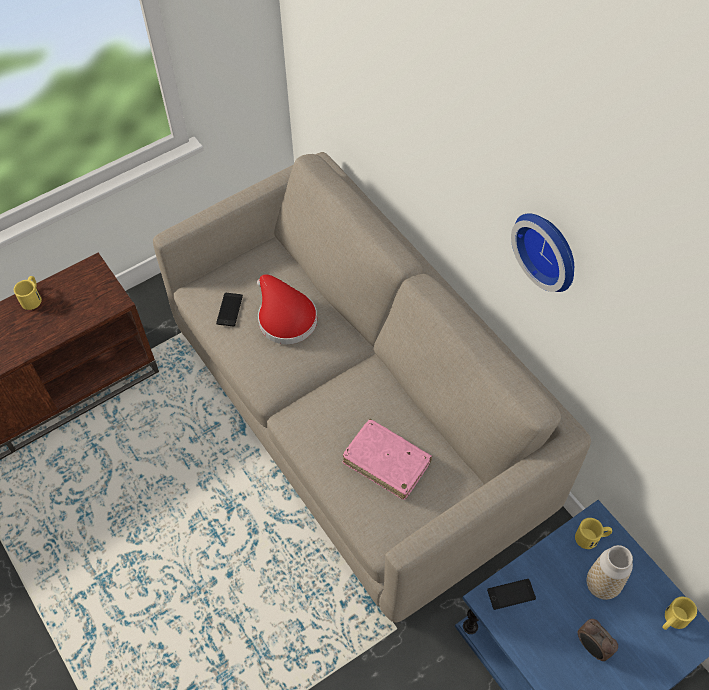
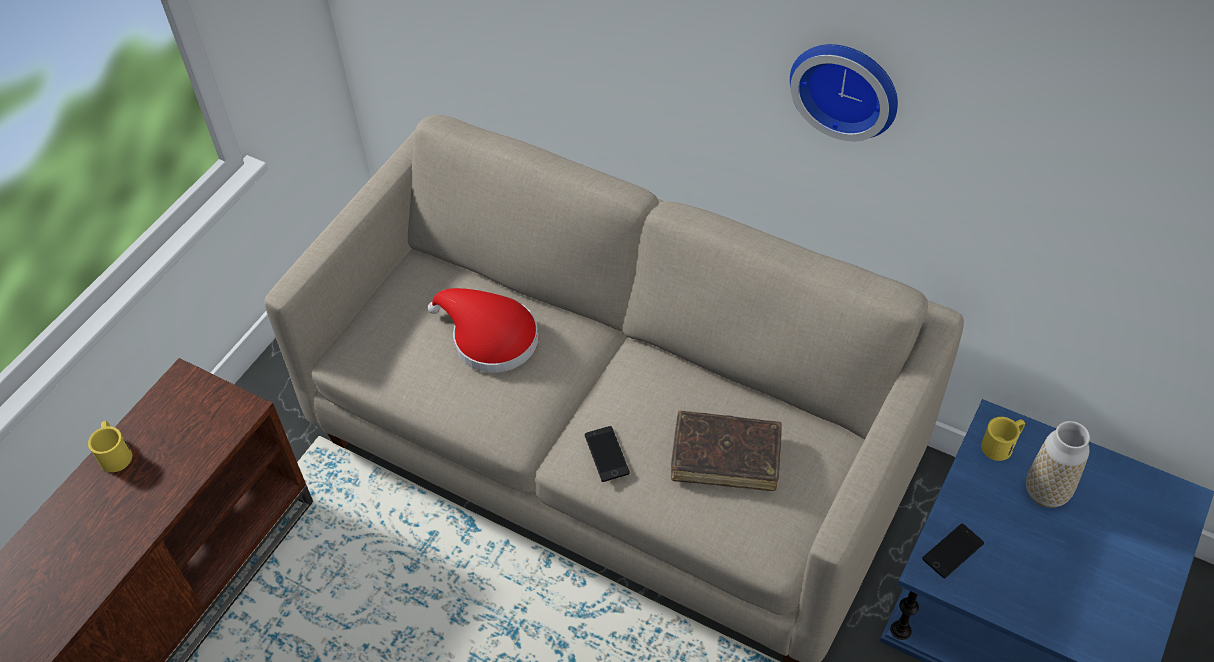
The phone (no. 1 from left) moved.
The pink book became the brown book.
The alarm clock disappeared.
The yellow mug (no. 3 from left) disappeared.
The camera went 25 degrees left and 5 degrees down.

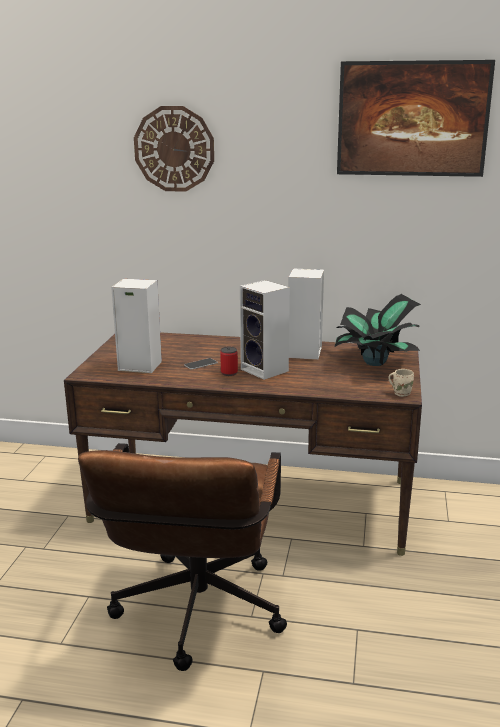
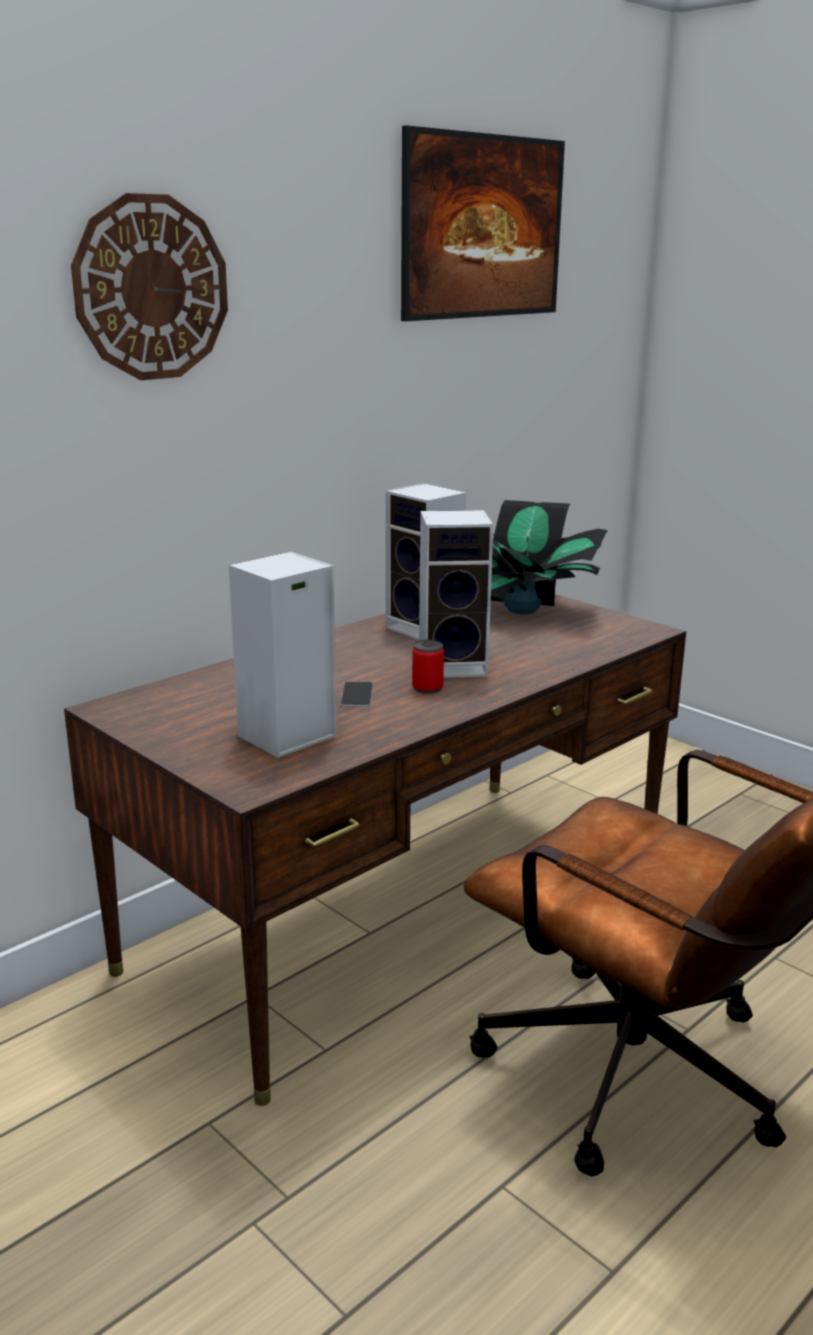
The beige mug disappeared.
The camera went 55 degrees left and 0 degrees up.

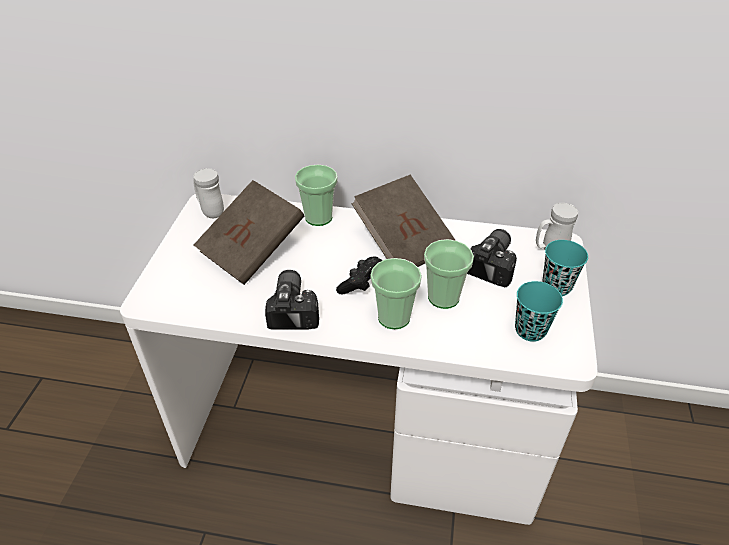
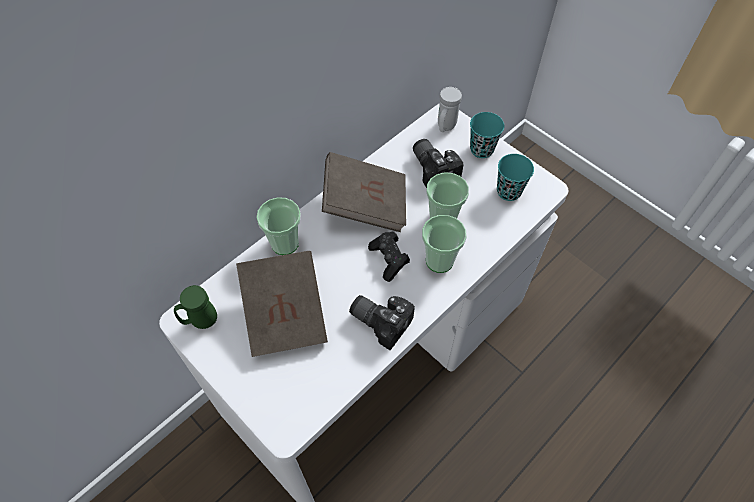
The white mug (no. 1 from left) became the green mug.
The camera went 55 degrees left and 15 degrees up.

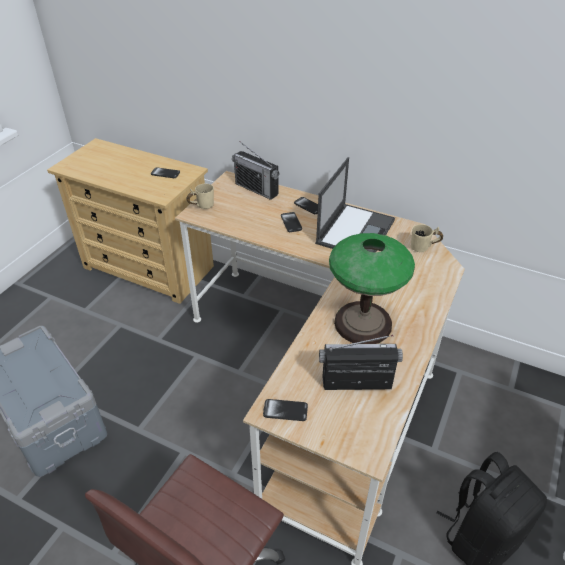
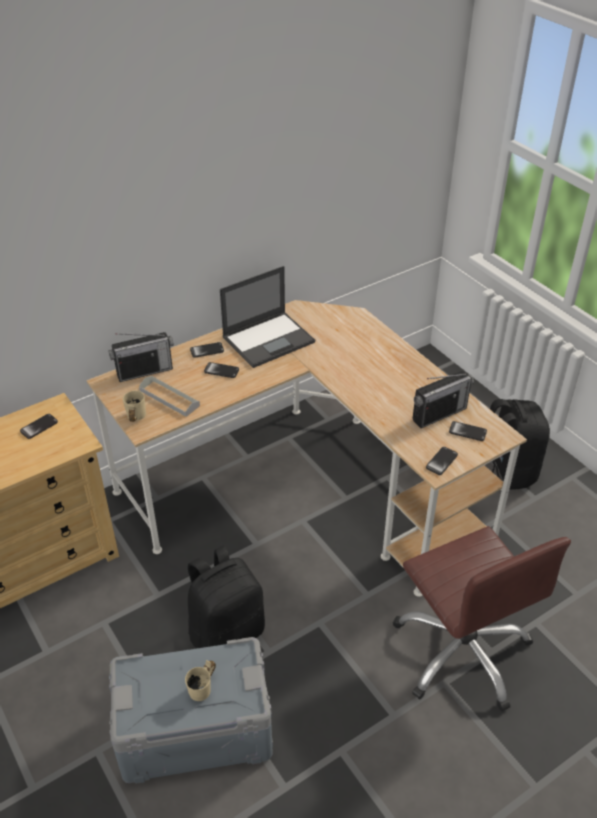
The grey tray appeared.
The beige mug (no. 2 from left) moved.
The black backpack (no. 1 from left) appeared.
The laptop turned 90 degrees clockwise.
The radio (no. 2 from left) turned 150 degrees counterclockwise.
The phone (no. 5 from left) appeared.
The table lamp disappeared.
The camera went 60 degrees left and 0 degrees up.

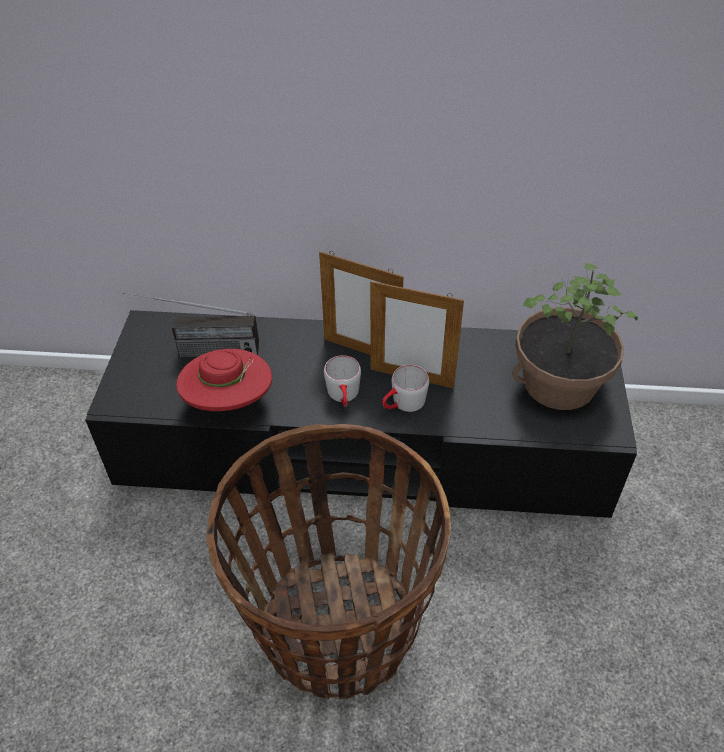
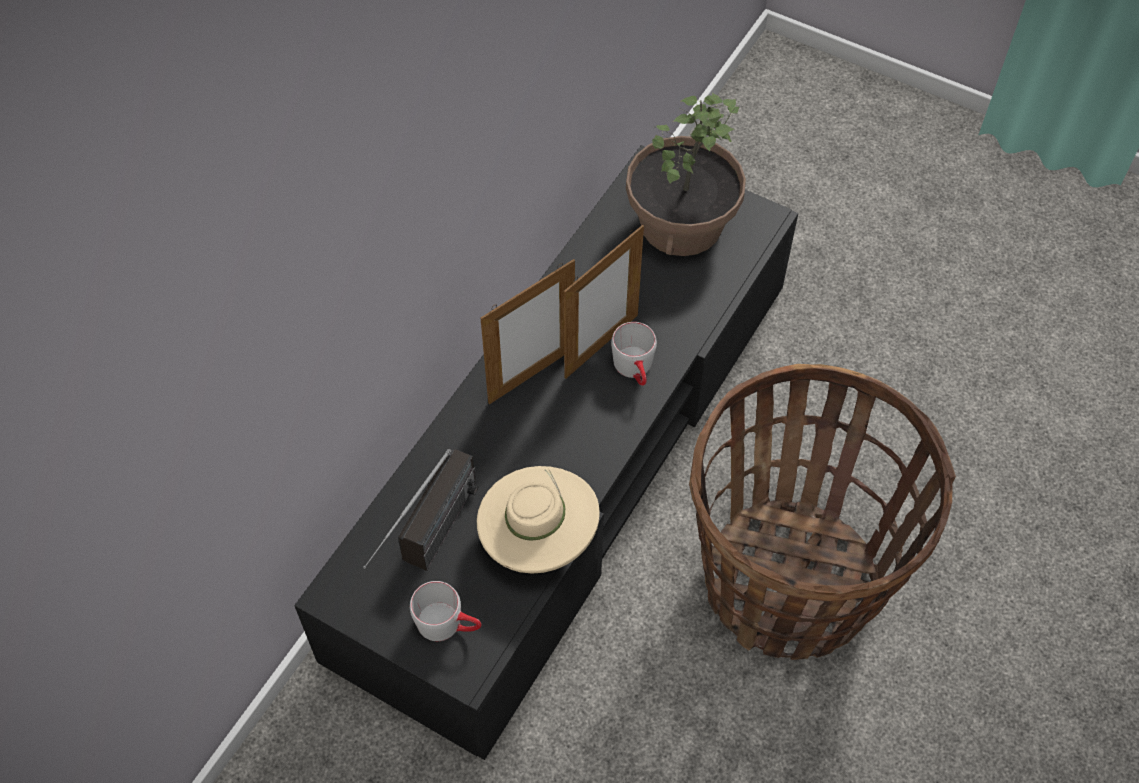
The grey mug (no. 1 from left) moved.
The red hat became the beige hat.
The camera went 65 degrees left and 10 degrees up.

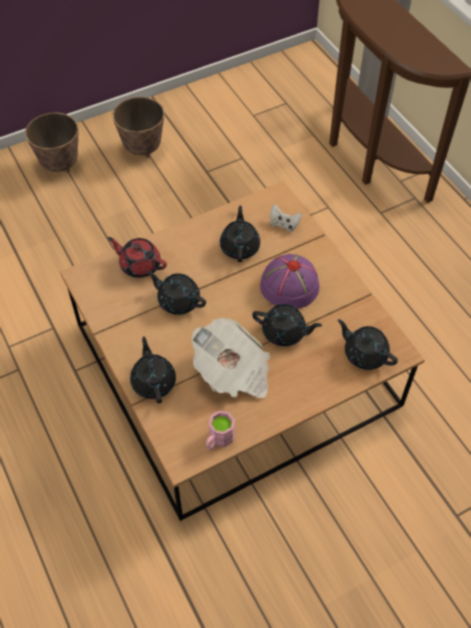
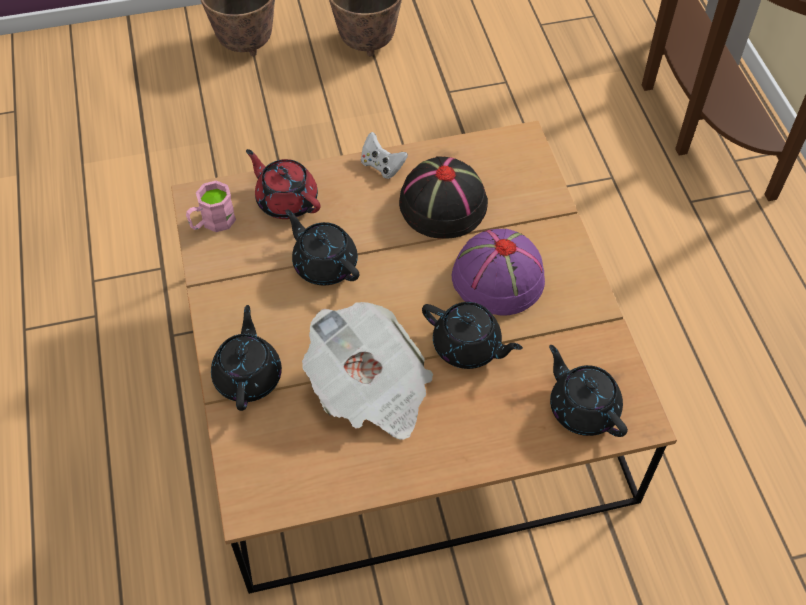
The pink mug moved.
The white game controller moved.
The black teapot (no. 3 from left) was replaced by the black hat.
The camera went 15 degrees right and 0 degrees up.

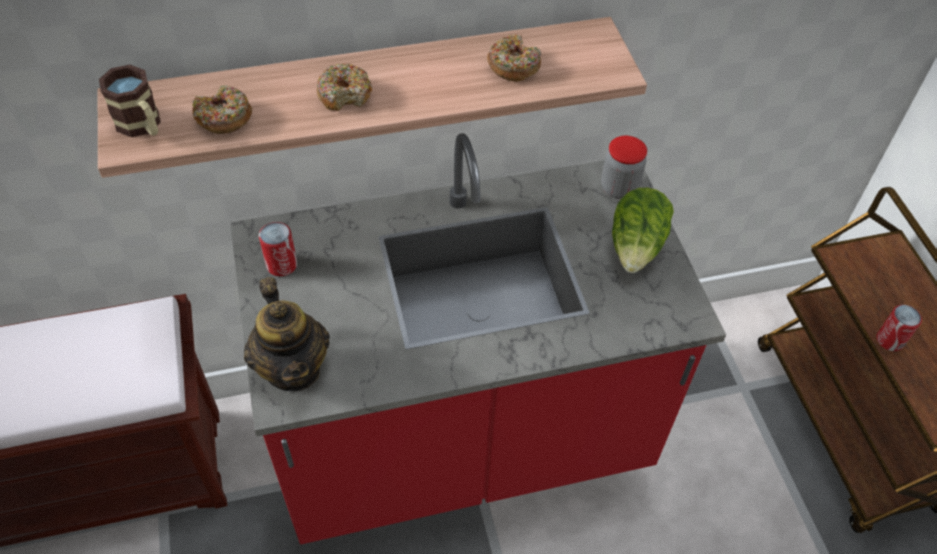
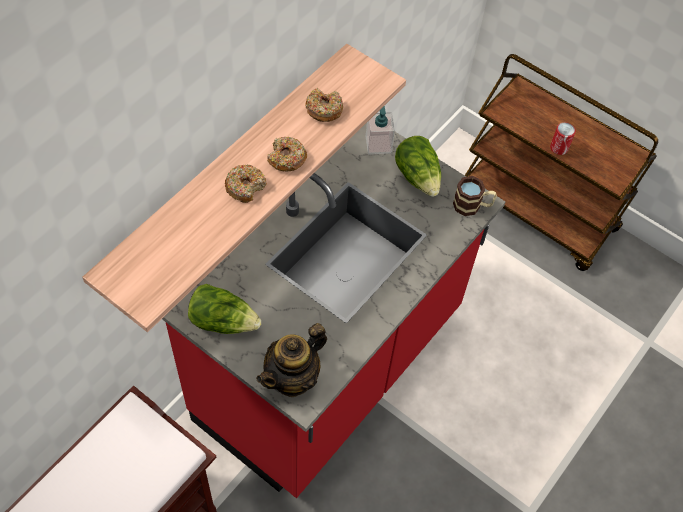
The can (no. 1 from left) was replaced by the lettuce (no. 1 from left).
The teapot turned 105 degrees clockwise.
The donut (no. 1 from left in the first image) moved.
The jar was replaced by the soap dispenser.
The mug moved.
The camera went 40 degrees left and 5 degrees up.

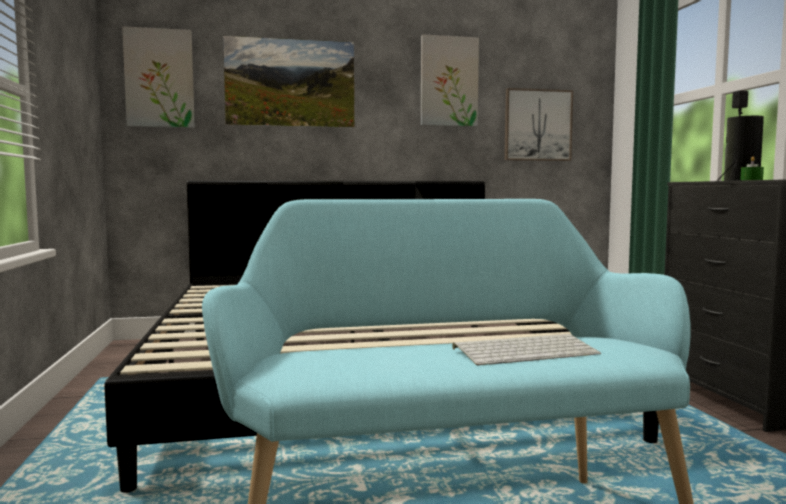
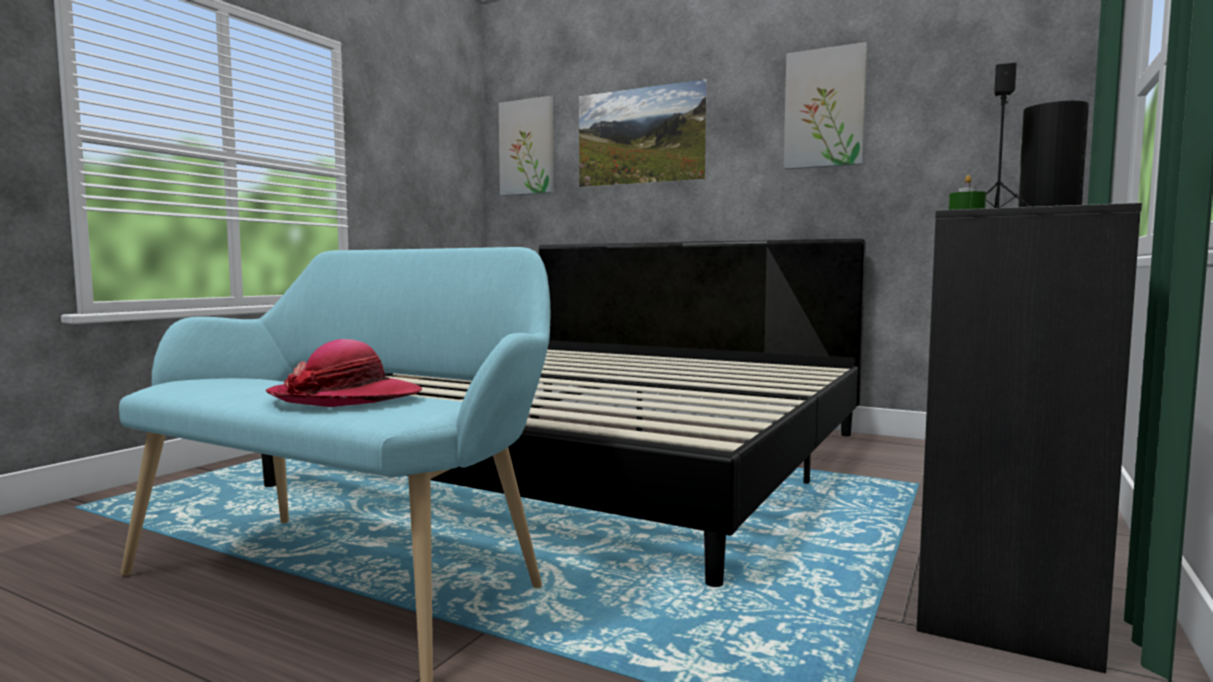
The keyboard was replaced by the hat.
The picture (no. 4 from left) disappeared.
The camera went 40 degrees right and 0 degrees up.

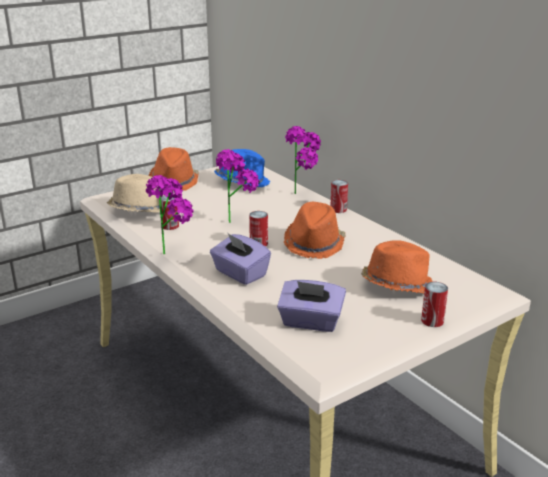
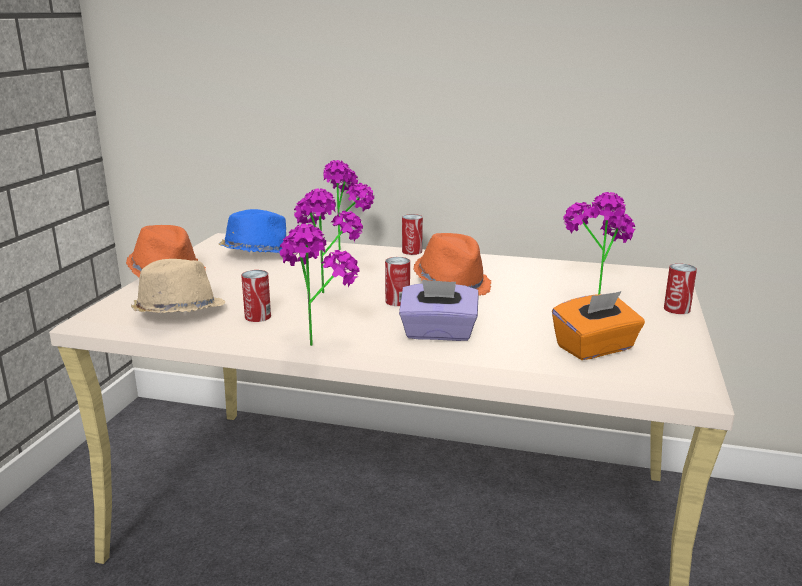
The purple tissue box (no. 2 from left) became the orange tissue box.
The orange hat (no. 3 from left) was replaced by the potted plant (no. 4 from left).
The camera went 40 degrees left and 5 degrees down.

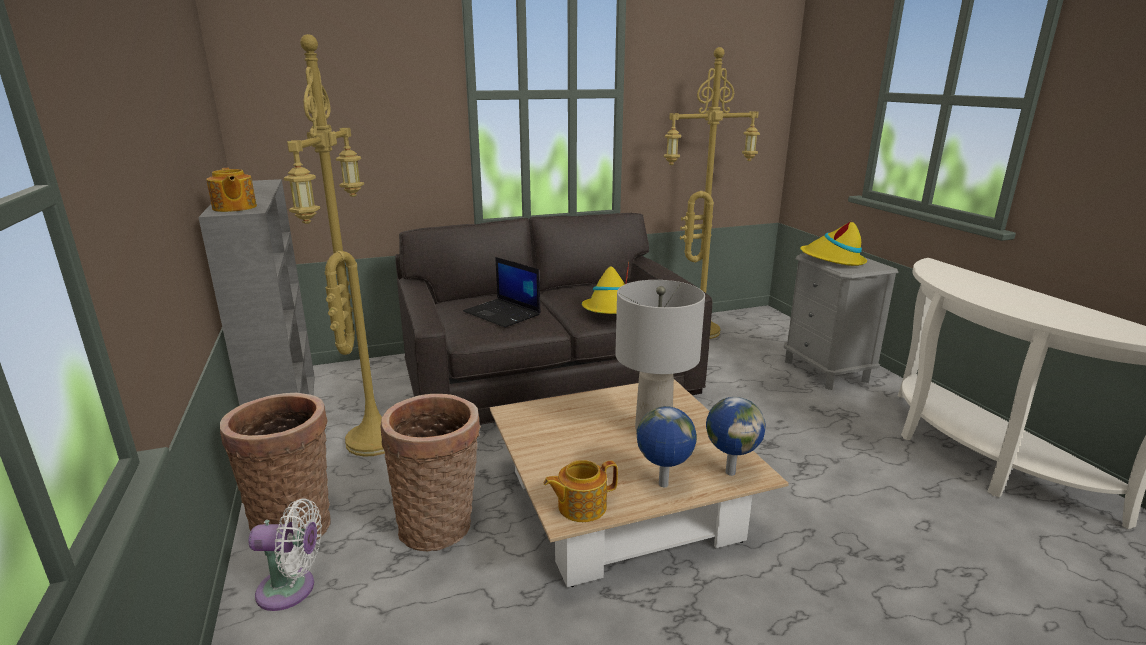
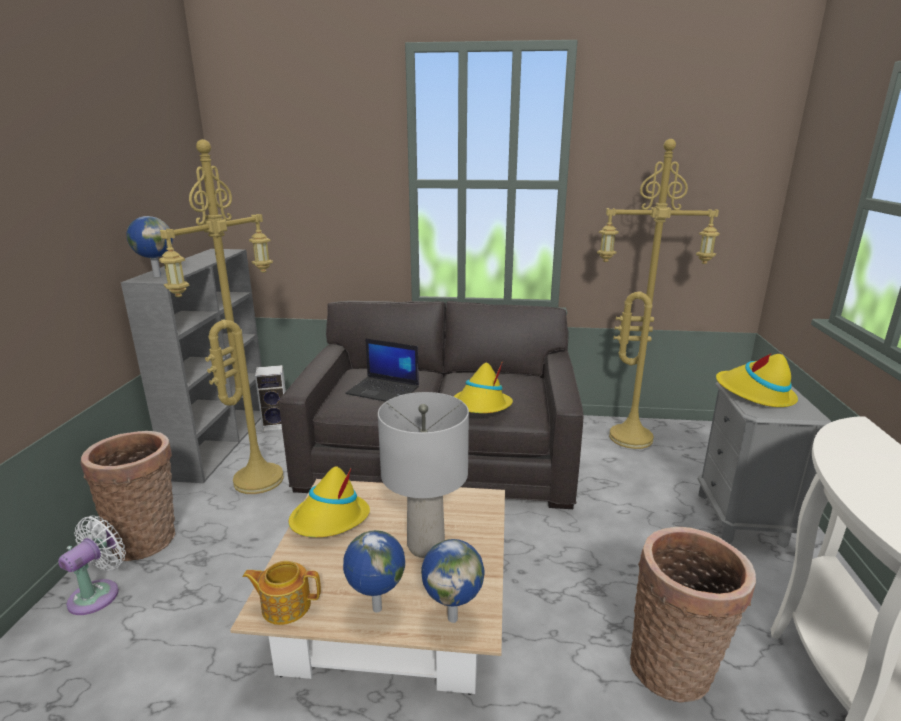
The white fan turned 90 degrees counterclockwise.
The teapot (no. 1 from left) was replaced by the globe (no. 1 from left).
The speaker appeared.
The yellow hat (no. 1 from left) appeared.
The laptop turned 45 degrees counterclockwise.
The basket (no. 2 from left) moved.
The camera went 25 degrees right and 0 degrees up.

